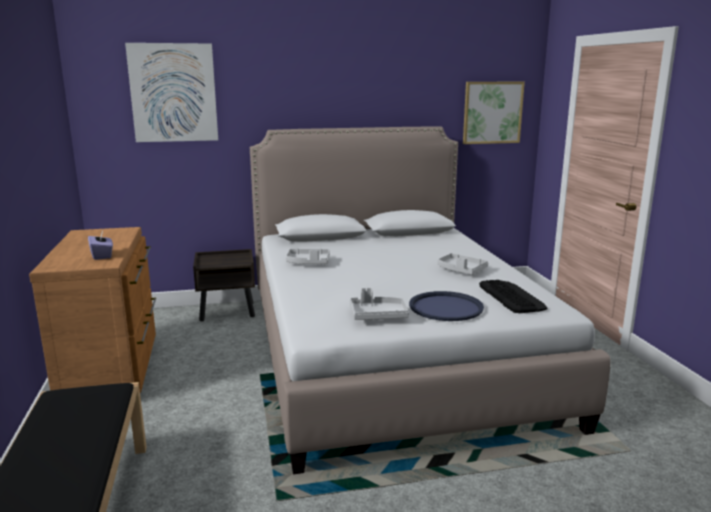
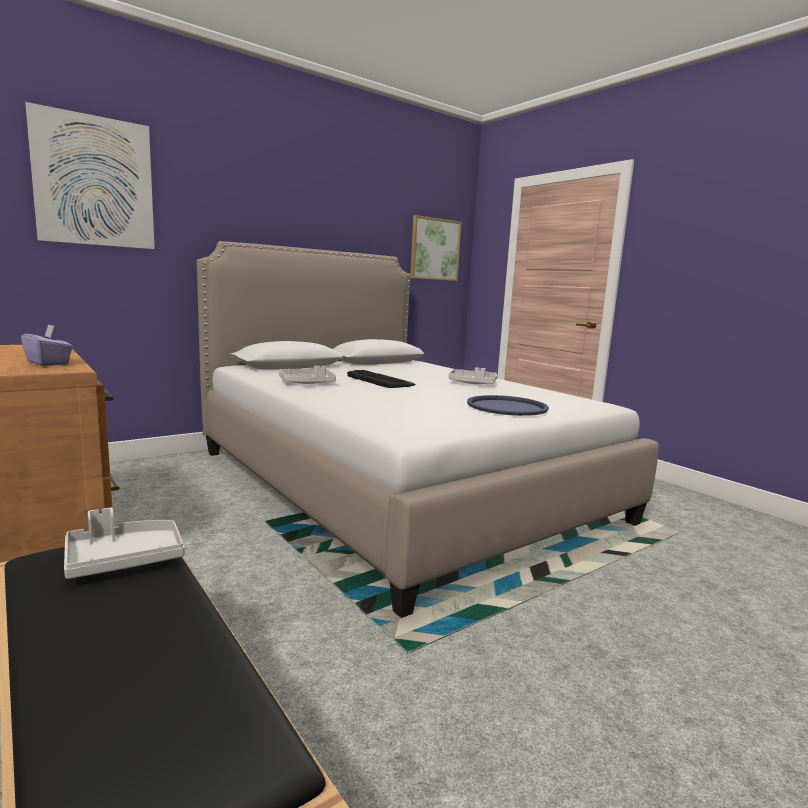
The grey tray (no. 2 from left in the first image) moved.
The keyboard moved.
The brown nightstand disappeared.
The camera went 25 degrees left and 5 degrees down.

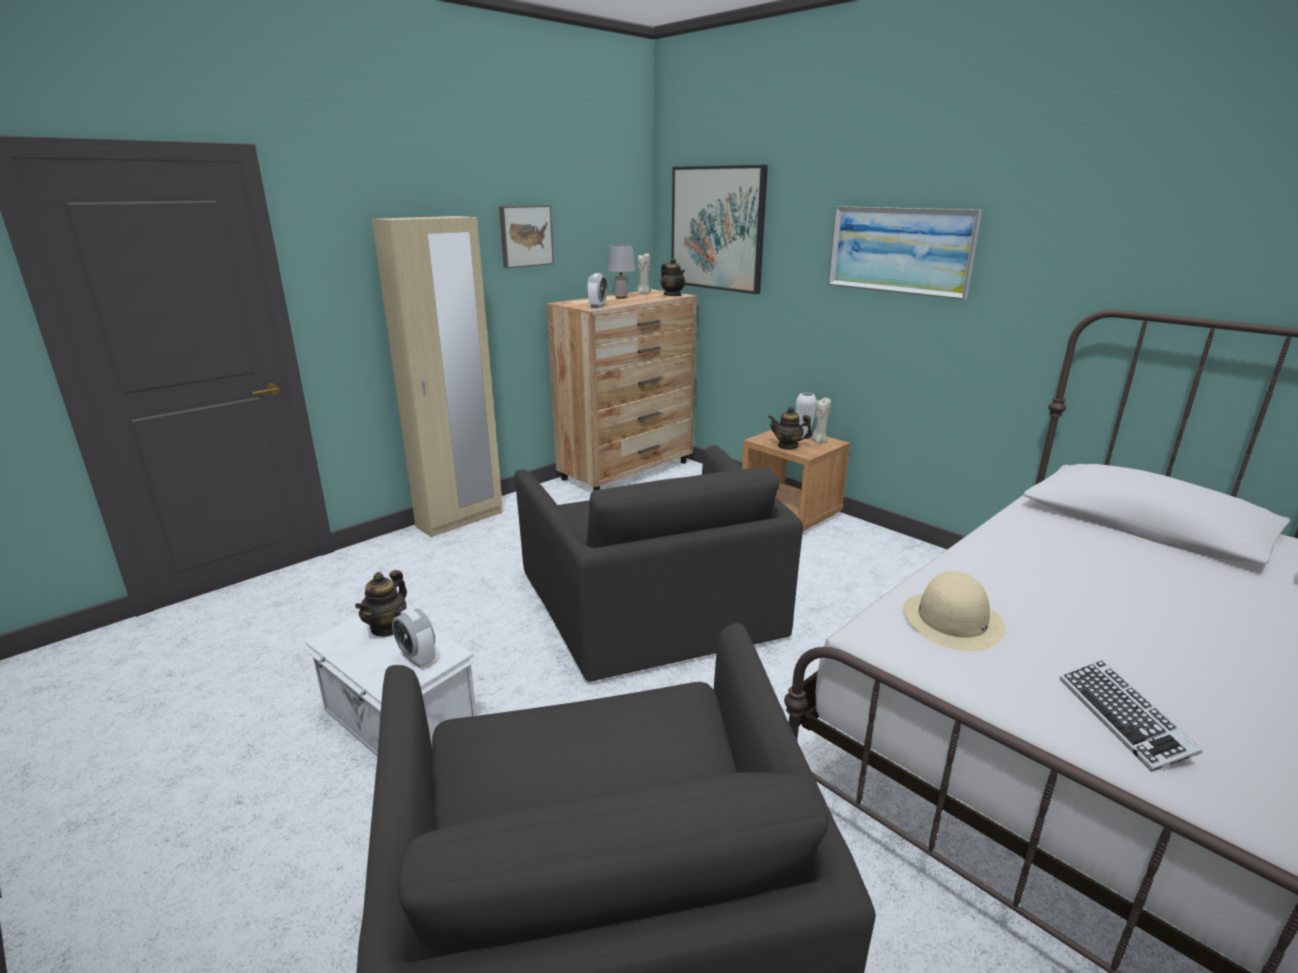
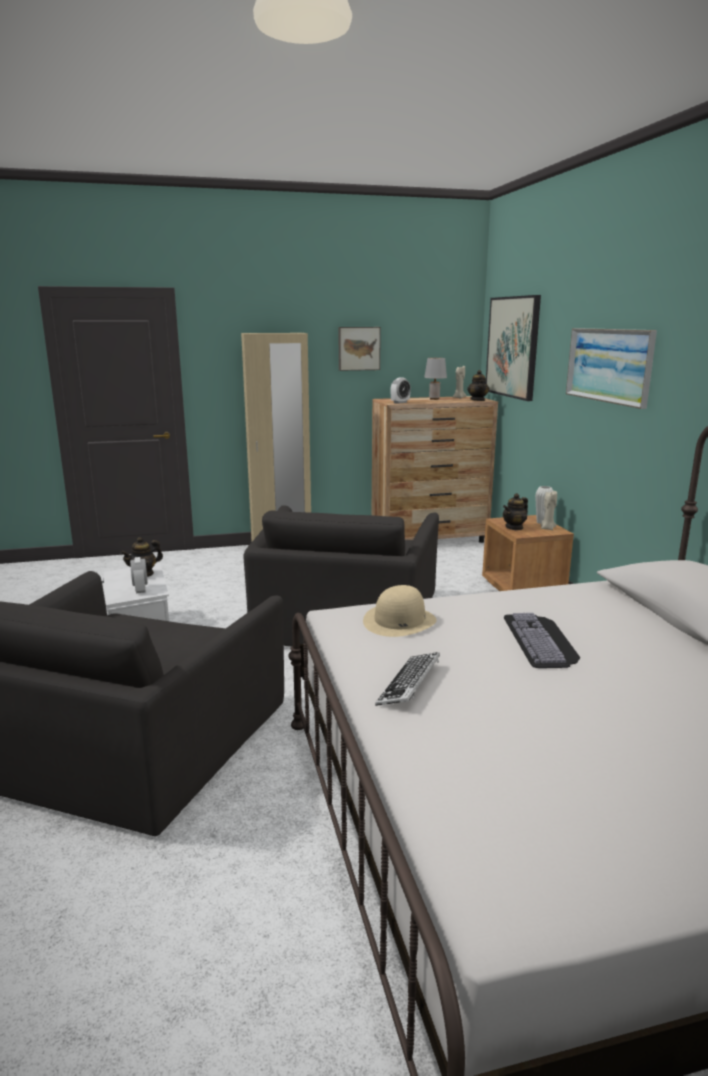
The teapot (no. 3 from left) turned 90 degrees counterclockwise.
The keyboard (no. 2 from left) appeared.
The camera went 30 degrees right and 5 degrees down.

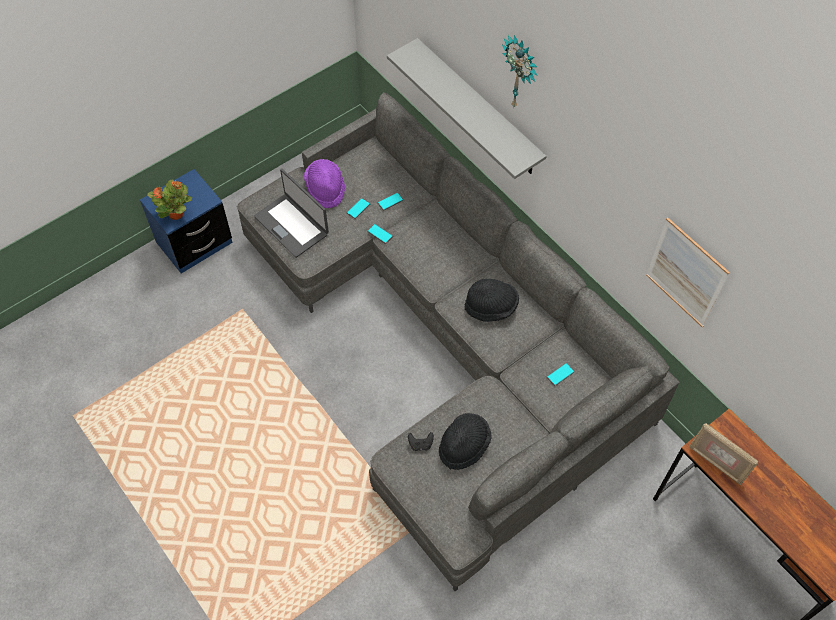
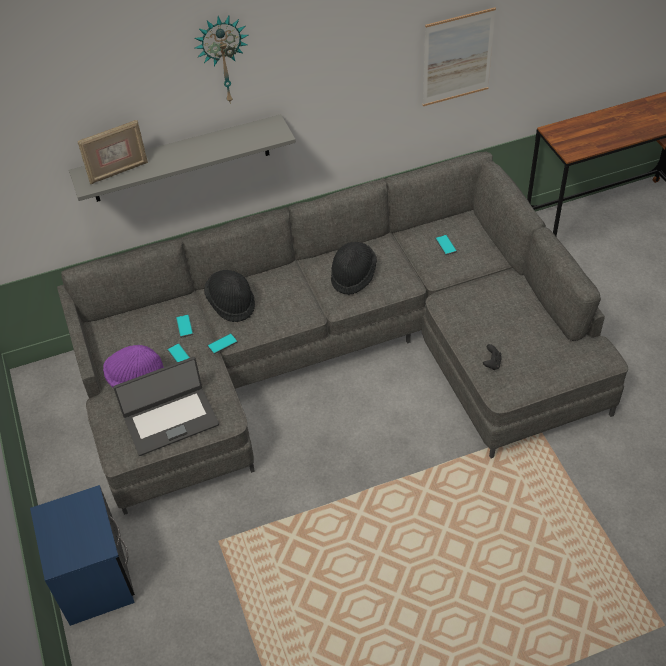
The picture frame moved.
The black hat (no. 1 from left) moved.
The potted plant disappeared.
The camera went 70 degrees left and 10 degrees down.

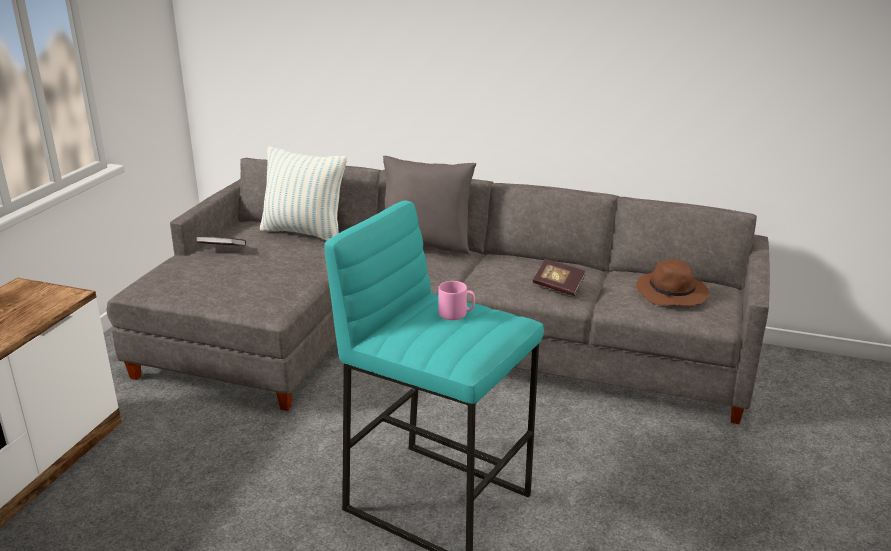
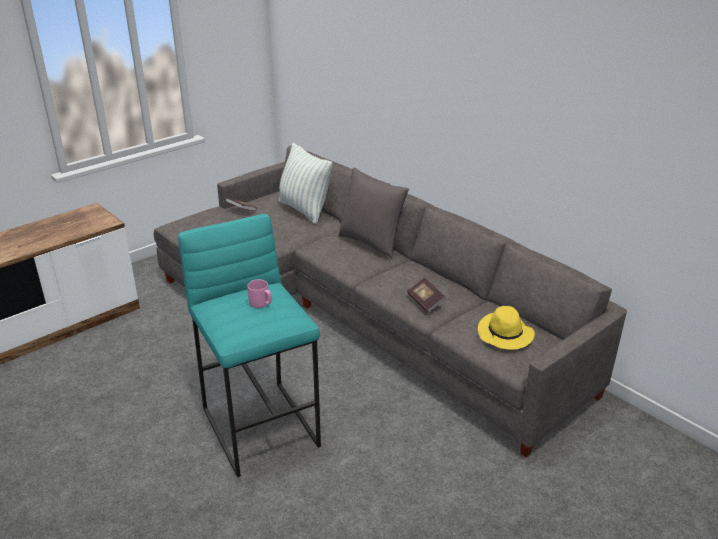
The brown hat became the yellow hat.
The camera went 30 degrees right and 5 degrees up.

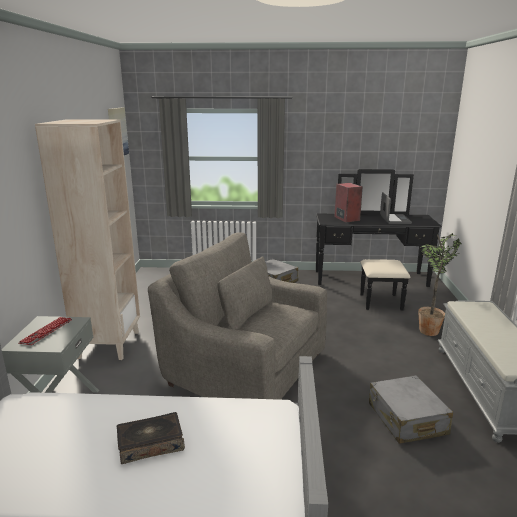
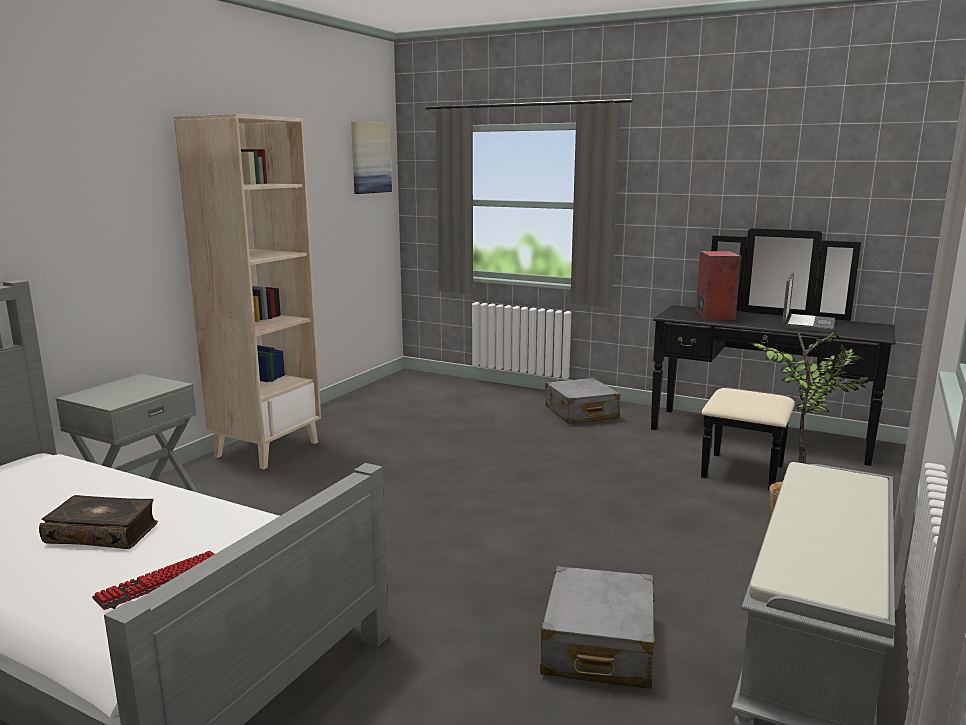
The keyboard moved.
The grey armchair disappeared.
The camera went 25 degrees right and 5 degrees down.

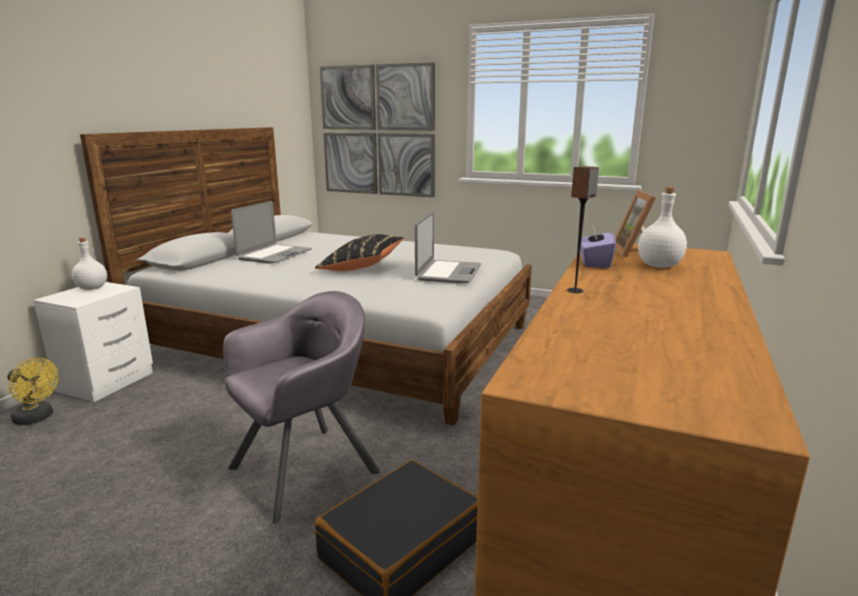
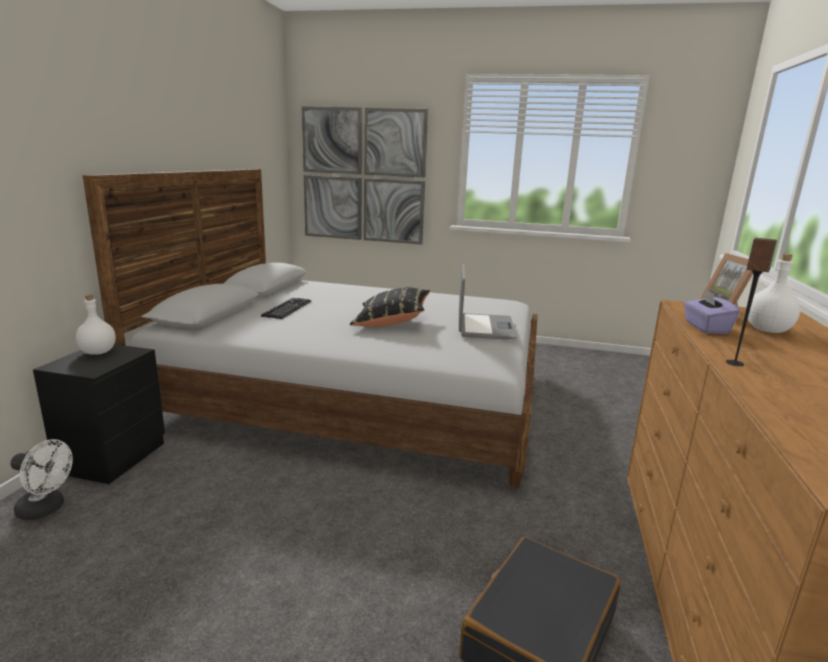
The yellow fan became the white fan.
The white nightstand became the black nightstand.
The laptop (no. 1 from left) was replaced by the keyboard.
The grey armchair disappeared.
The camera went 10 degrees left and 0 degrees up.

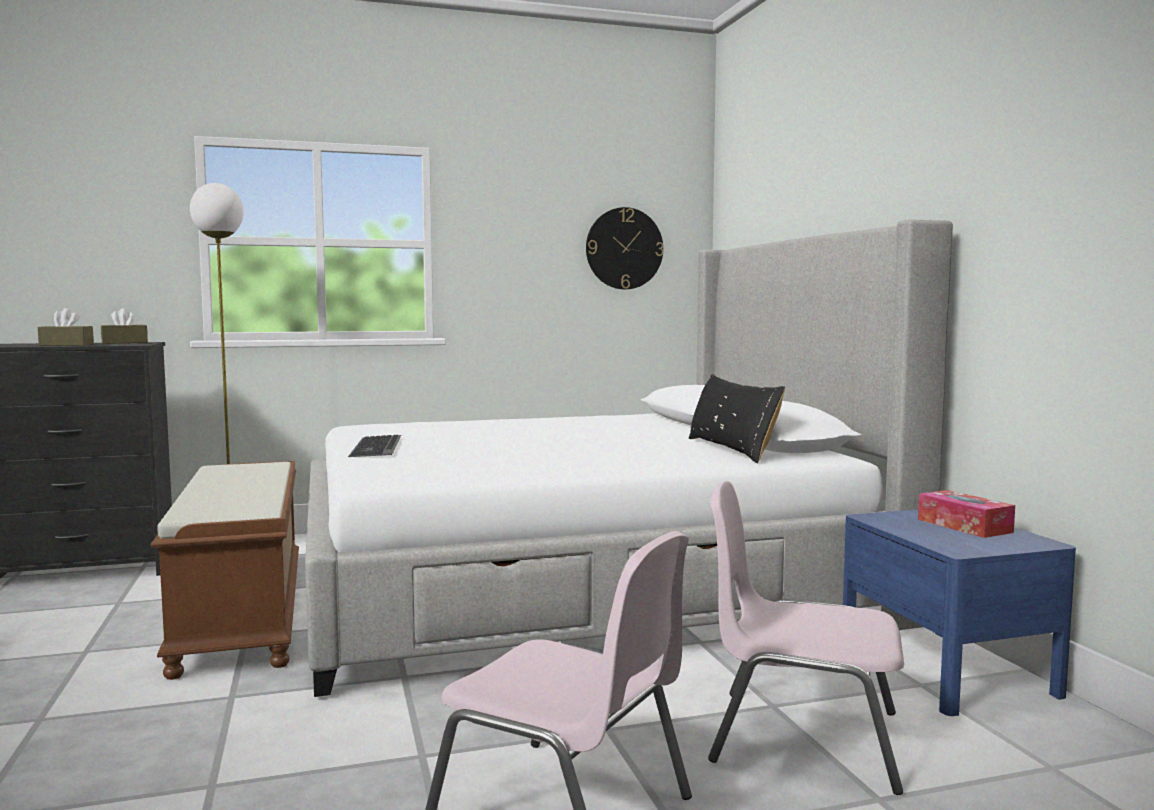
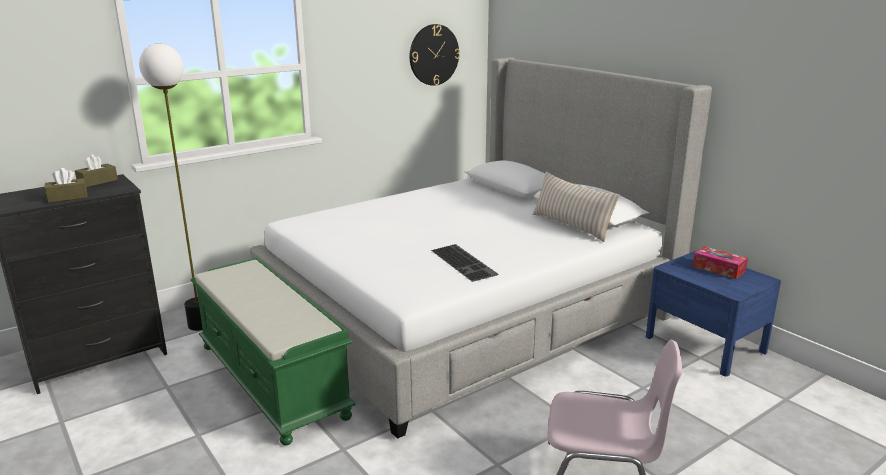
The brown bench became the green bench.
The keyboard moved.
The black pillow became the beige pillow.
The pink chair (no. 2 from left) disappeared.
The camera went 20 degrees left and 15 degrees up.

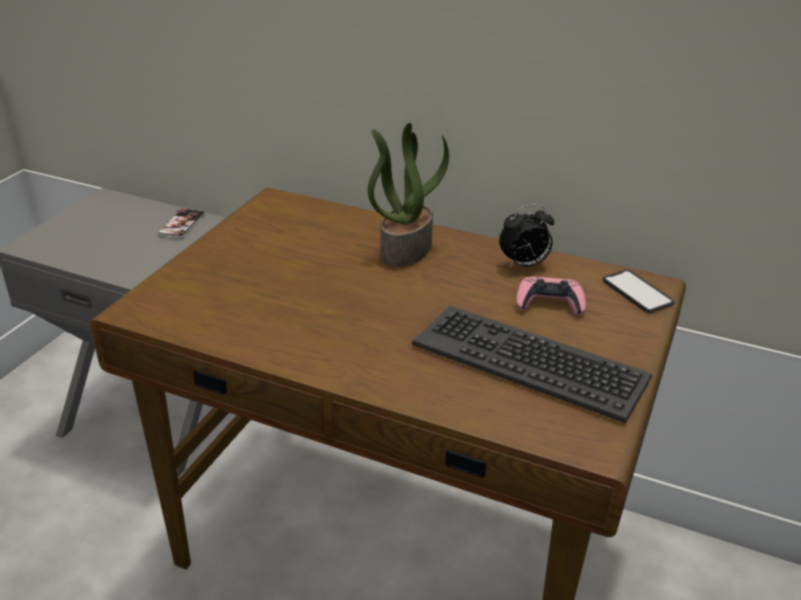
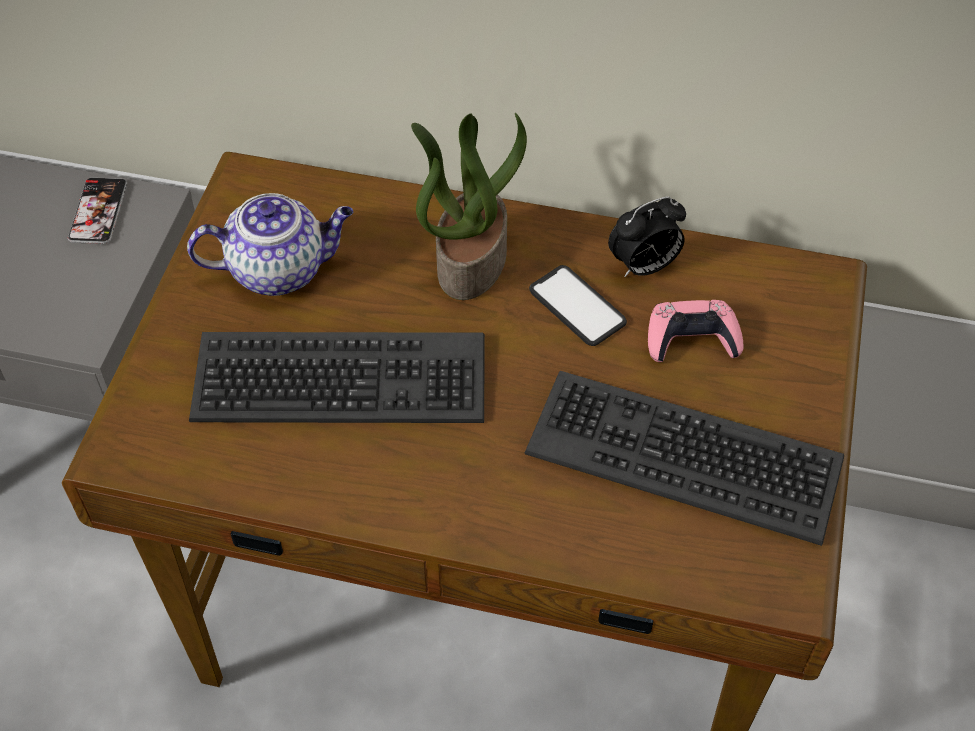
The teapot appeared.
The keyboard (no. 1 from left) appeared.
The phone (no. 2 from left) moved.
The camera went 10 degrees left and 20 degrees up.

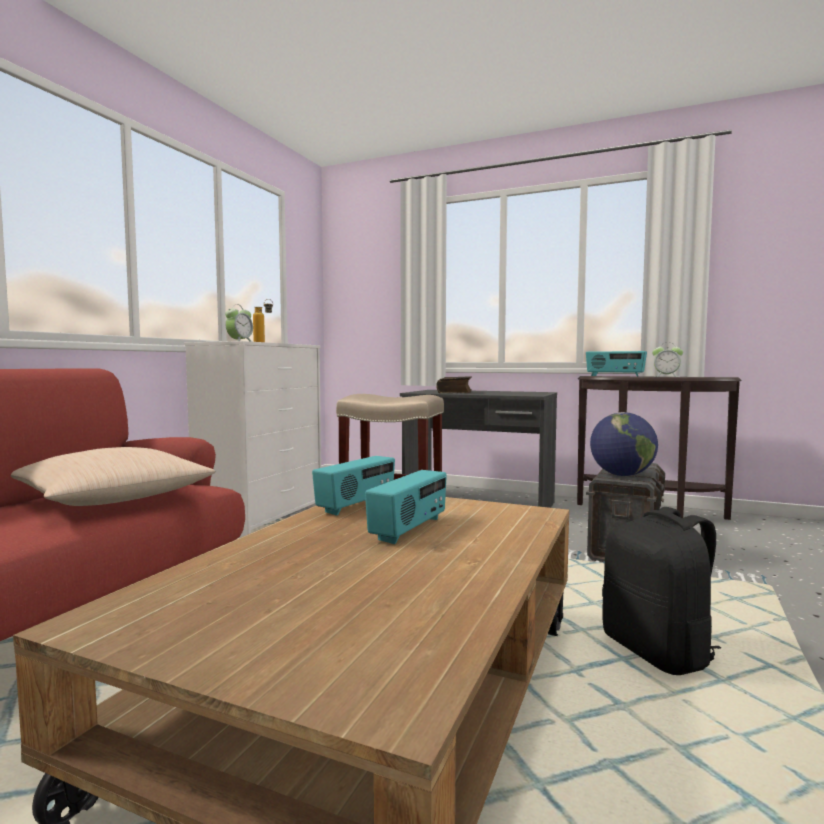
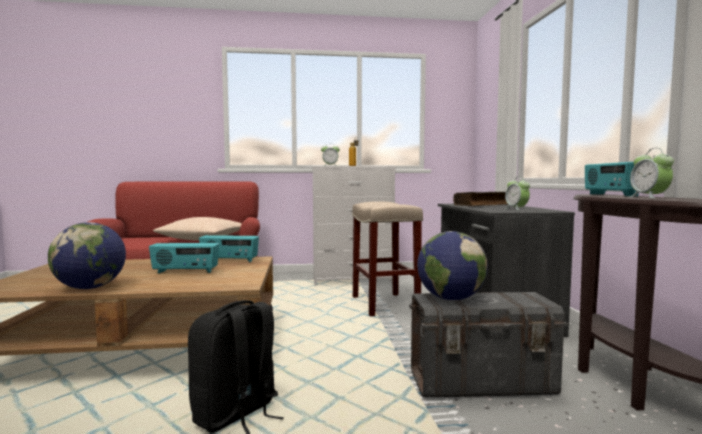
The globe (no. 1 from left) appeared.
The alarm clock (no. 2 from left) appeared.
The camera went 60 degrees right and 0 degrees up.

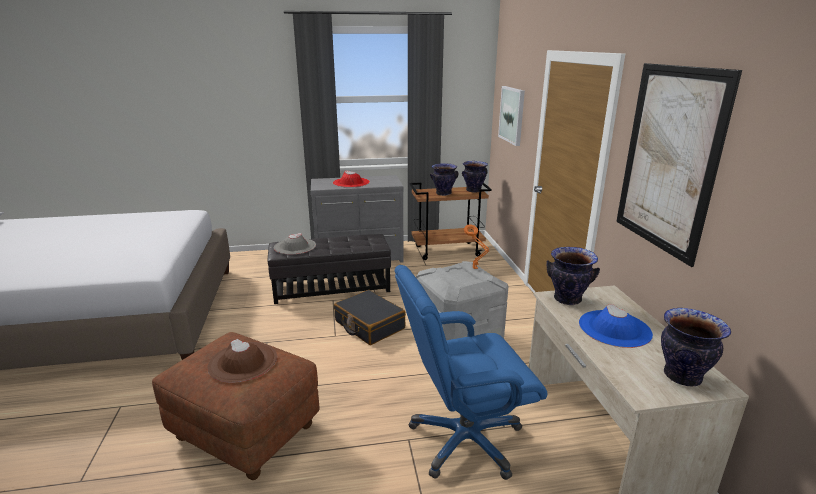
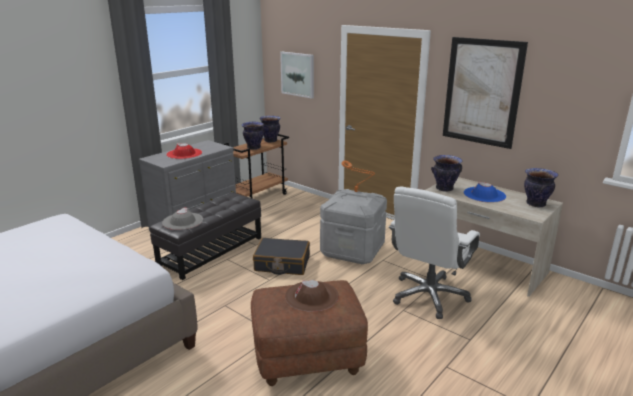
The blue office chair became the white office chair.
The camera went 40 degrees left and 0 degrees up.

